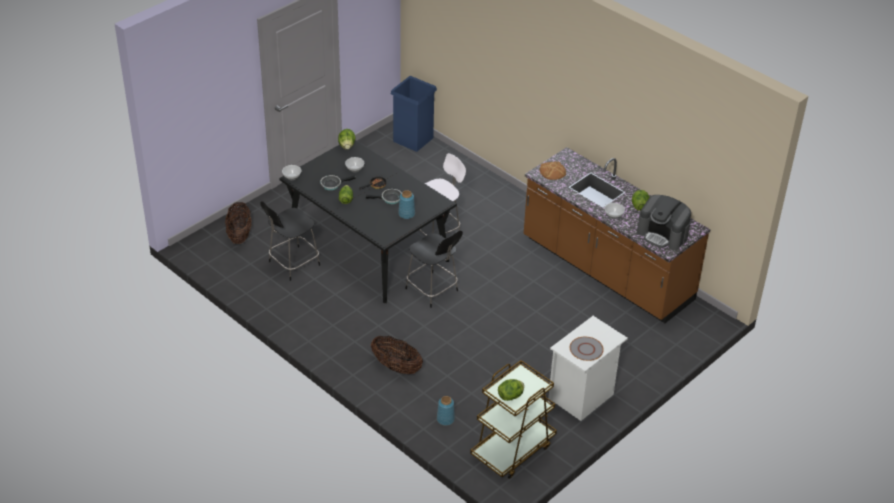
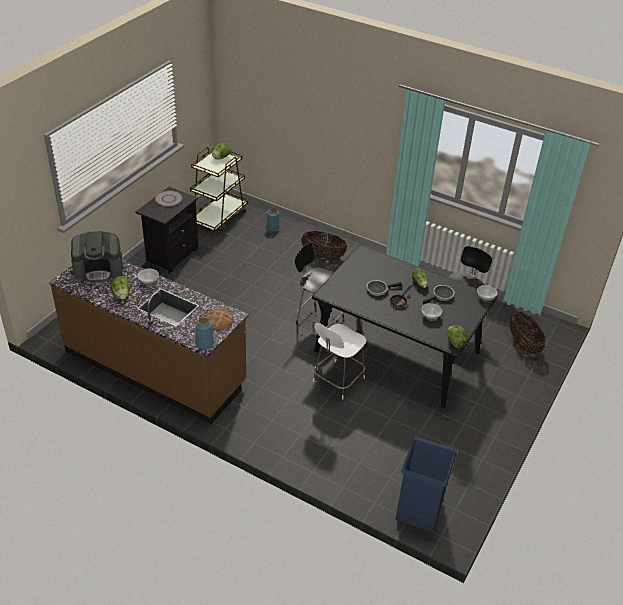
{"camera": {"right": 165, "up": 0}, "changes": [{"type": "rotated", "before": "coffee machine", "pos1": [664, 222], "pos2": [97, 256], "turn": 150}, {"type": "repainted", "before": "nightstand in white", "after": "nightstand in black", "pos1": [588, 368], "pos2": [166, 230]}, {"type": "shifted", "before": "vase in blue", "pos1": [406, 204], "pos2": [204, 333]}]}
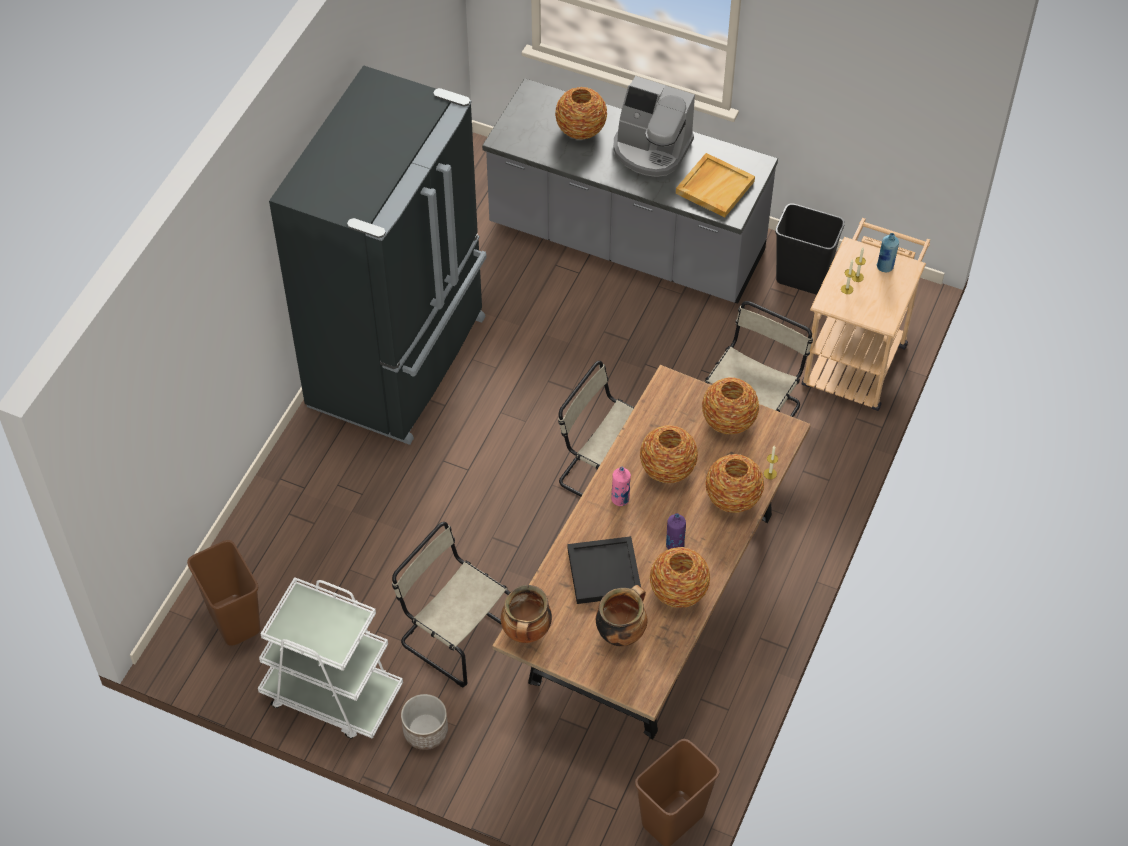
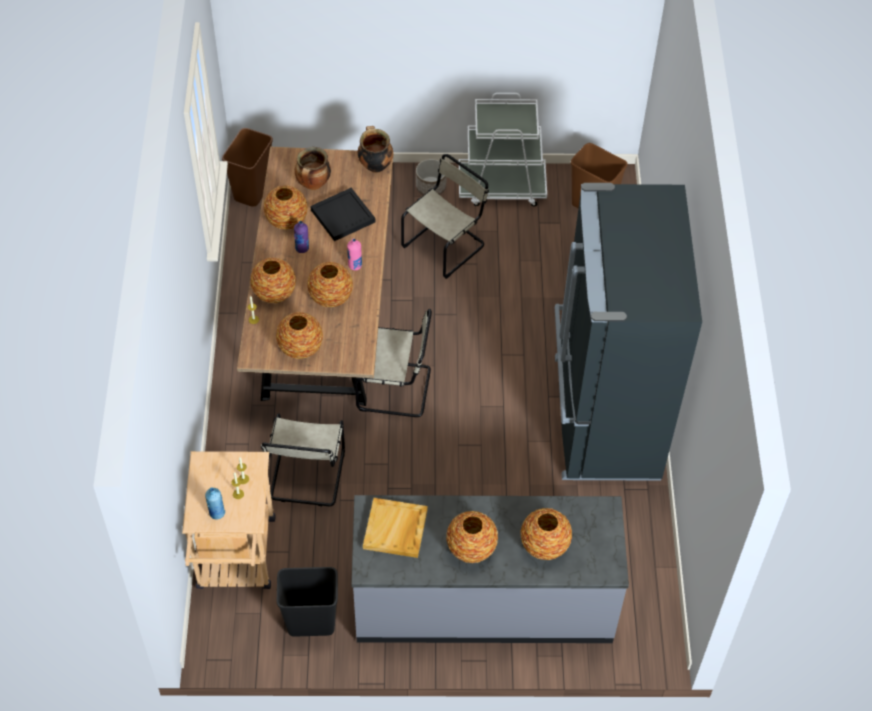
{"camera": {"right": 155, "up": 0}, "changes": [{"type": "rotated", "before": "chair in beige", "pos1": [451, 605], "pos2": [445, 216], "turn": -60}, {"type": "swapped", "before": "coffee machine", "after": "vase", "pos1": [654, 126], "pos2": [472, 537]}]}
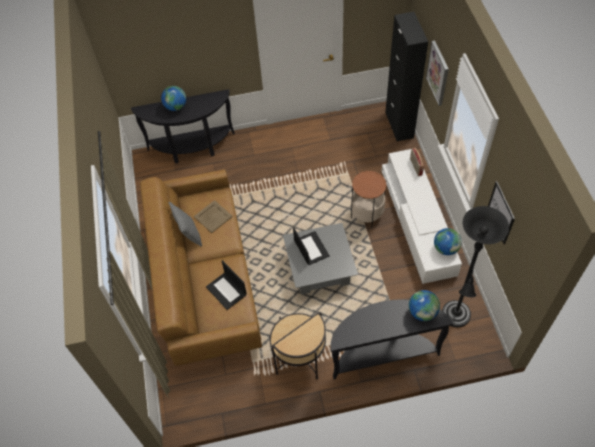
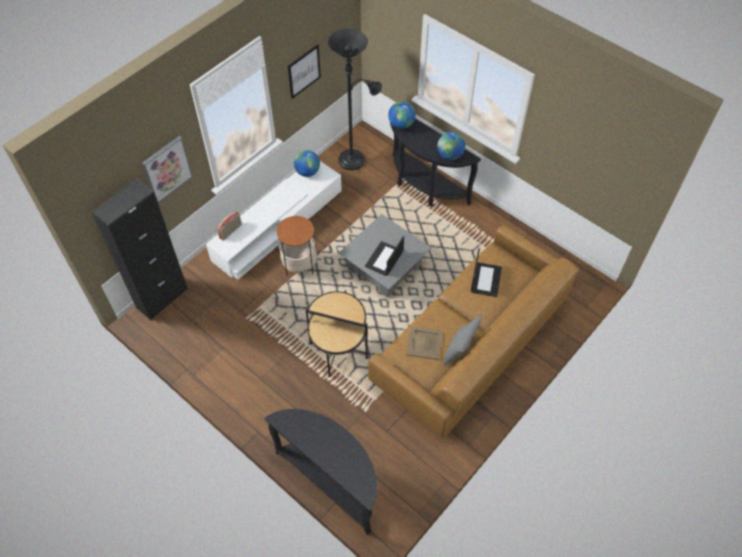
{"camera": {"right": -130, "up": 0}, "changes": [{"type": "shifted", "before": "side table", "pos1": [297, 345], "pos2": [336, 333]}, {"type": "shifted", "before": "globe", "pos1": [173, 98], "pos2": [451, 146]}]}
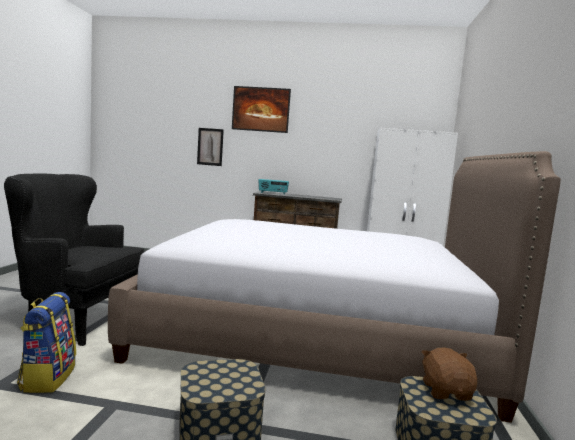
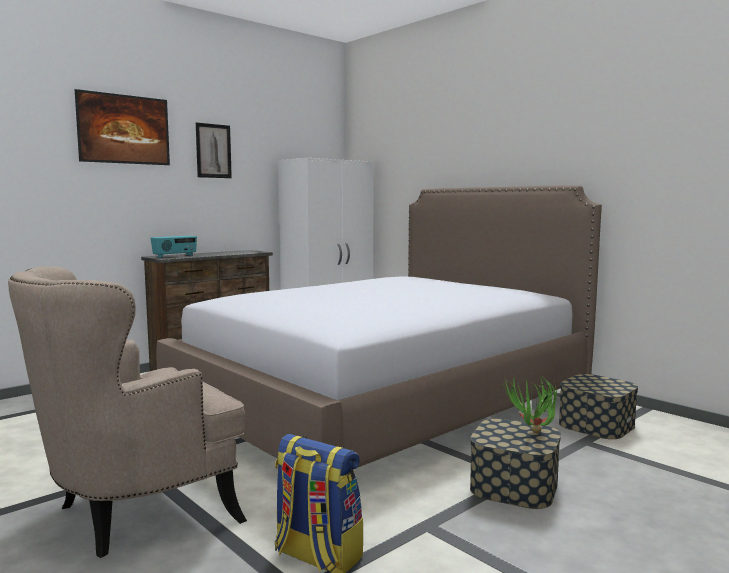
{"camera": {"right": -50, "up": 0}, "changes": [{"type": "repainted", "before": "armchair in black", "after": "armchair in beige", "pos1": [74, 260], "pos2": [127, 412]}, {"type": "shifted", "before": "picture", "pos1": [210, 147], "pos2": [214, 150]}, {"type": "new", "after": "potted plant", "pos2": [530, 405]}, {"type": "gone", "before": "plush toy in brown", "pos1": [449, 374]}]}
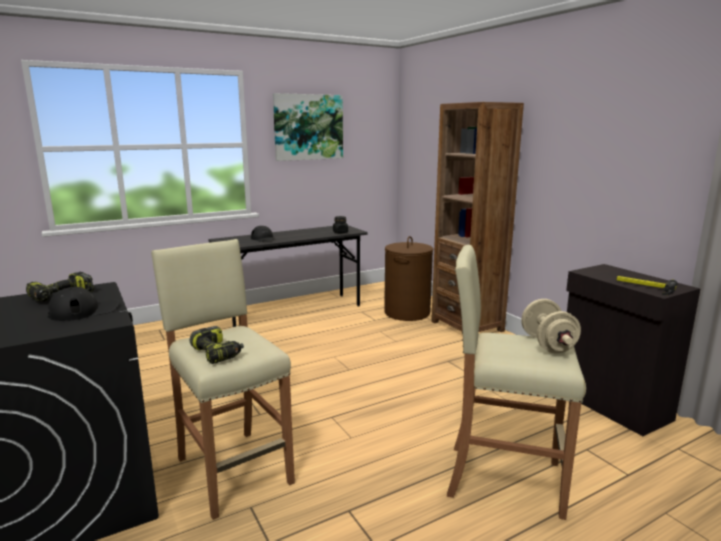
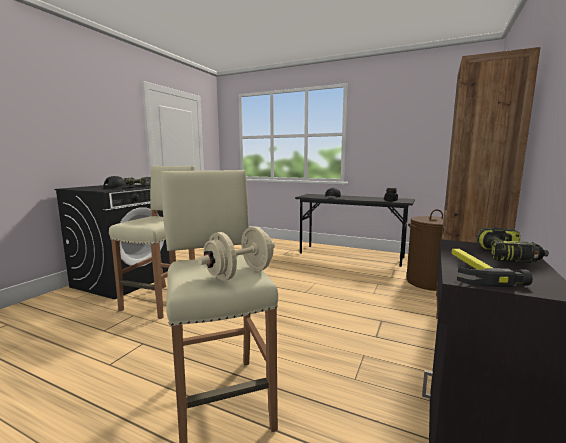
{"camera": {"right": 55, "up": -5}, "changes": [{"type": "shifted", "before": "power drill", "pos1": [217, 345], "pos2": [512, 245]}, {"type": "gone", "before": "picture", "pos1": [308, 127]}]}
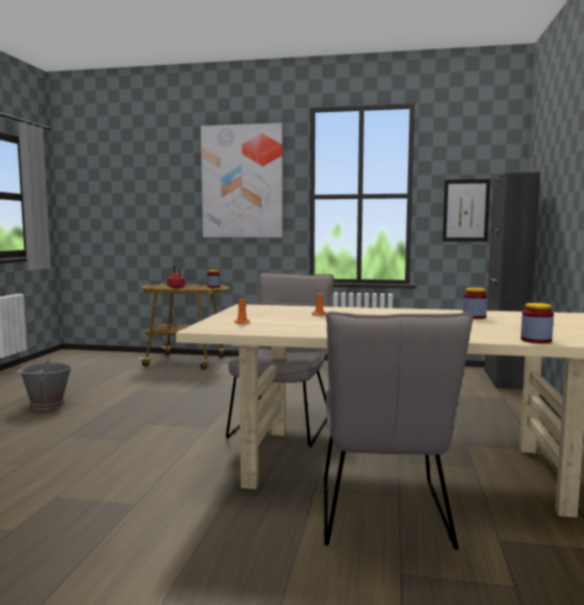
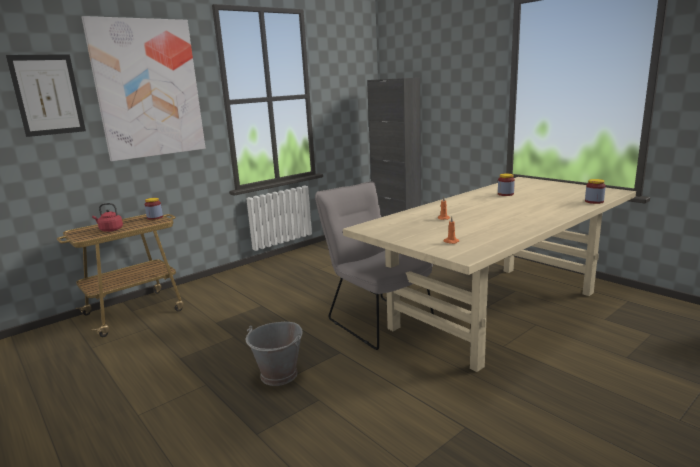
{"camera": {"right": -50, "up": 10}, "changes": [{"type": "shifted", "before": "picture", "pos1": [466, 210], "pos2": [46, 95]}, {"type": "shifted", "before": "bucket in grey", "pos1": [45, 384], "pos2": [274, 354]}, {"type": "gone", "before": "chair in grey", "pos1": [398, 430]}]}
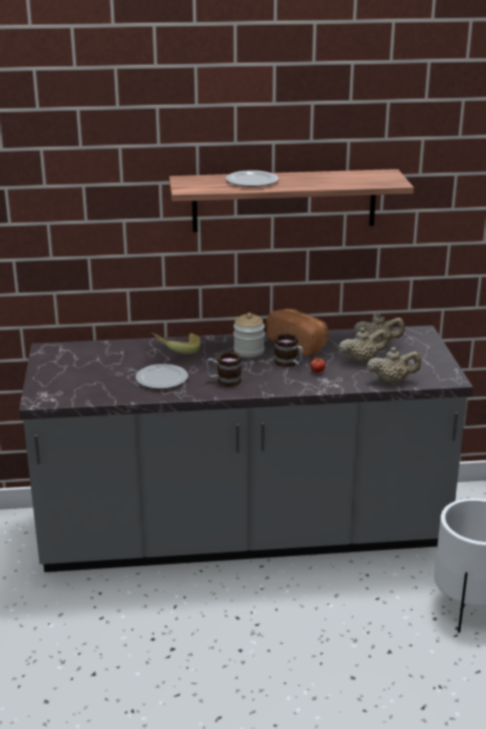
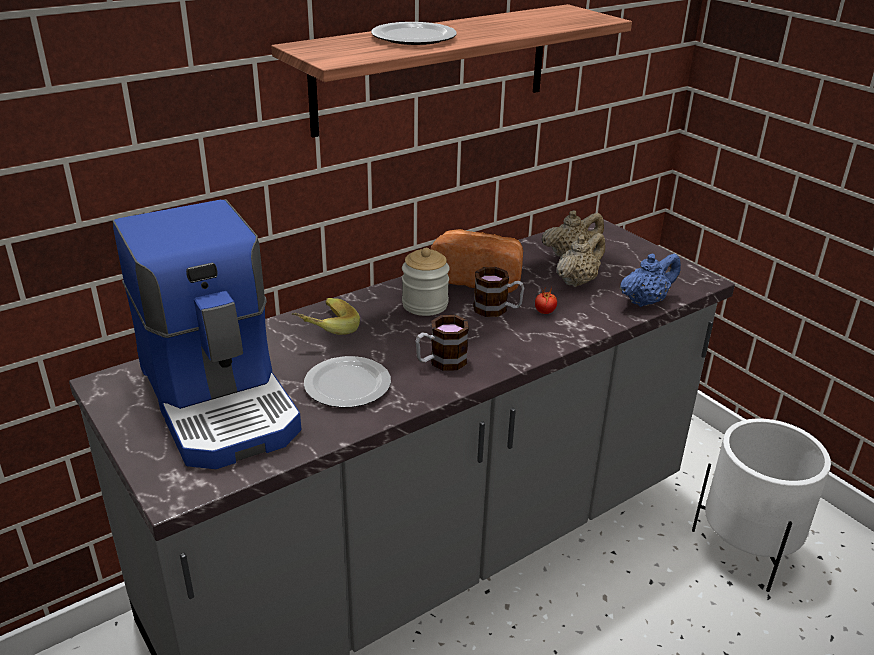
{"camera": {"right": -30, "up": 5}, "changes": [{"type": "new", "after": "coffee machine", "pos2": [206, 334]}, {"type": "repainted", "before": "teapot in beige", "after": "teapot in blue", "pos1": [394, 365], "pos2": [650, 280]}]}
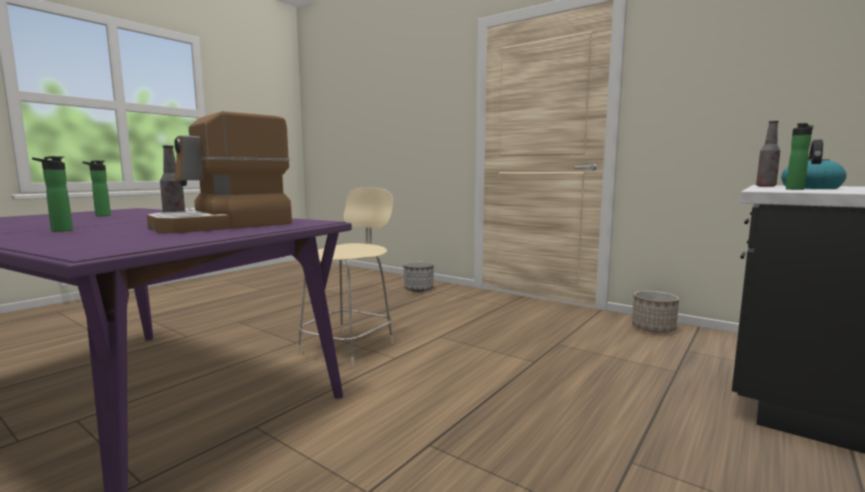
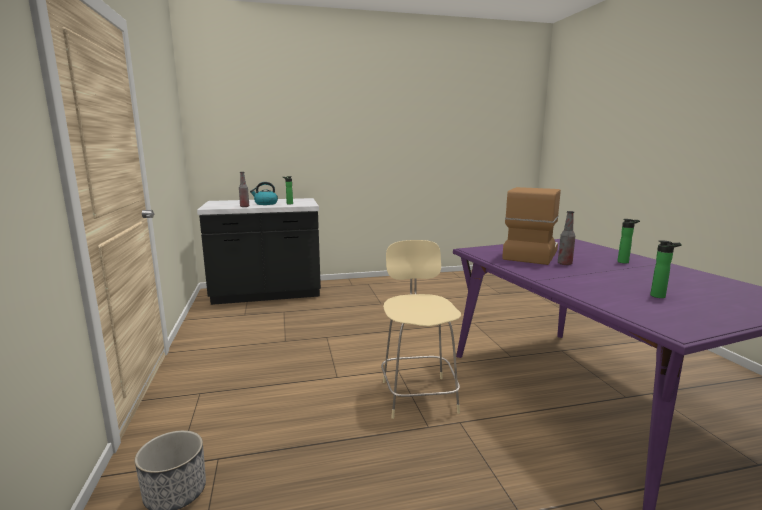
{"camera": {"right": -140, "up": 5}, "changes": [{"type": "rotated", "before": "chair in beige", "pos1": [345, 278], "pos2": [421, 329], "turn": 105}, {"type": "rotated", "before": "coffee machine", "pos1": [219, 172], "pos2": [531, 226], "turn": -60}, {"type": "gone", "before": "planter", "pos1": [655, 312]}]}
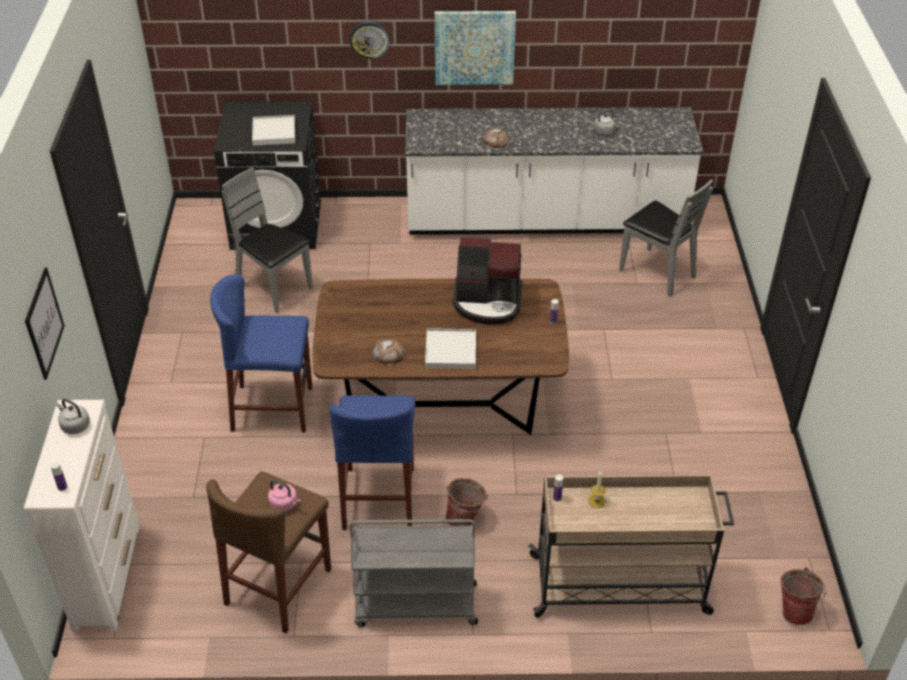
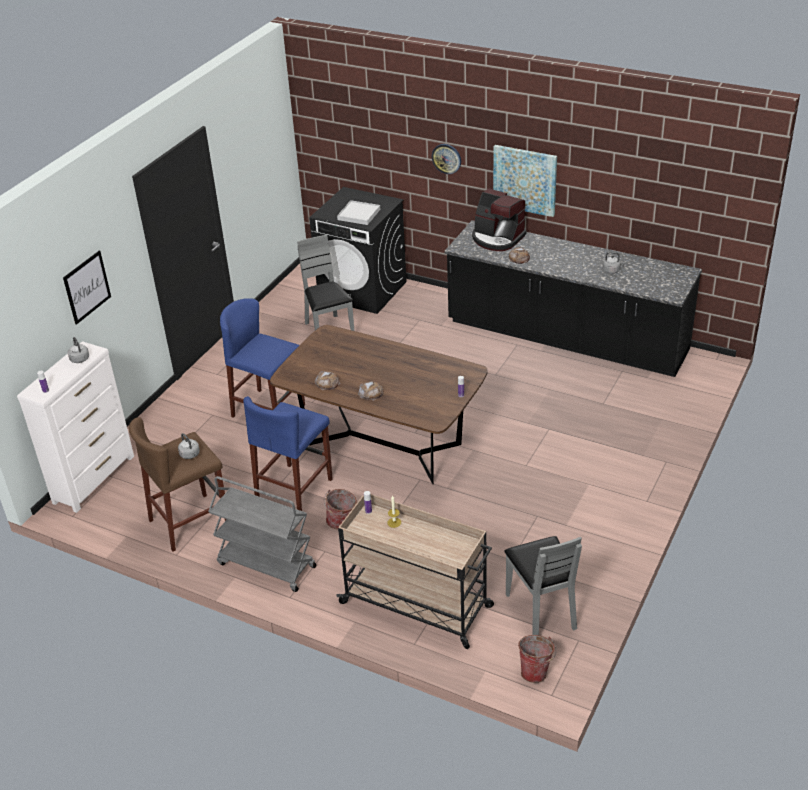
{"camera": {"right": 30, "up": -5}, "changes": [{"type": "repainted", "before": "kettle in pink", "after": "kettle in grey", "pos1": [284, 495], "pos2": [189, 446]}, {"type": "swapped", "before": "tray in white", "after": "bread", "pos1": [450, 348], "pos2": [371, 390]}, {"type": "repainted", "before": "counter in white", "after": "counter in black", "pos1": [554, 171], "pos2": [573, 298]}, {"type": "shifted", "before": "coffee machine", "pos1": [487, 281], "pos2": [499, 219]}, {"type": "shifted", "before": "chair in grey", "pos1": [666, 238], "pos2": [543, 585]}]}
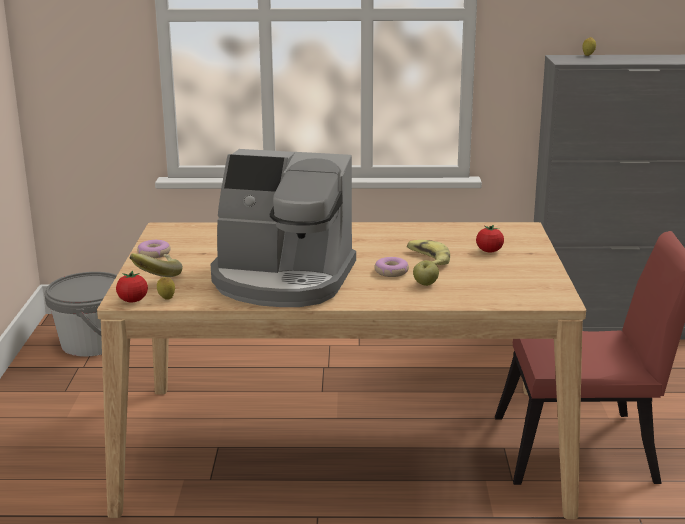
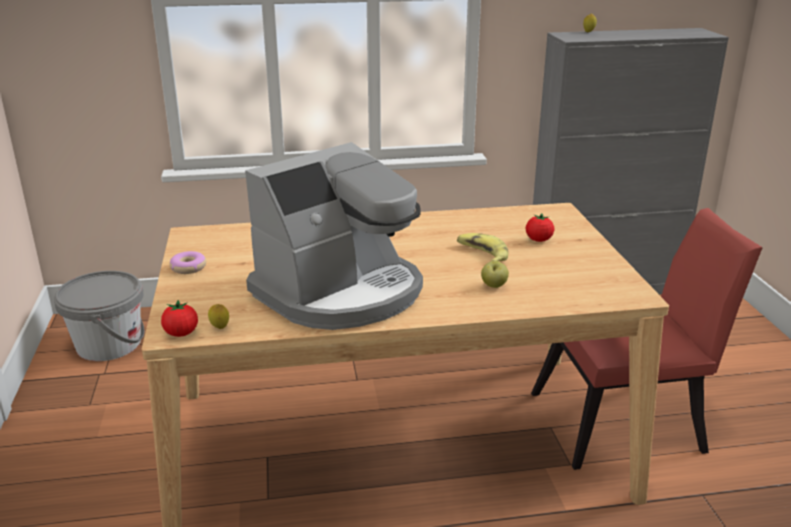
{"camera": {"right": -10, "up": 5}, "changes": [{"type": "rotated", "before": "coffee machine", "pos1": [283, 228], "pos2": [334, 236], "turn": -45}, {"type": "gone", "before": "banana", "pos1": [156, 265]}, {"type": "gone", "before": "donut", "pos1": [391, 267]}]}
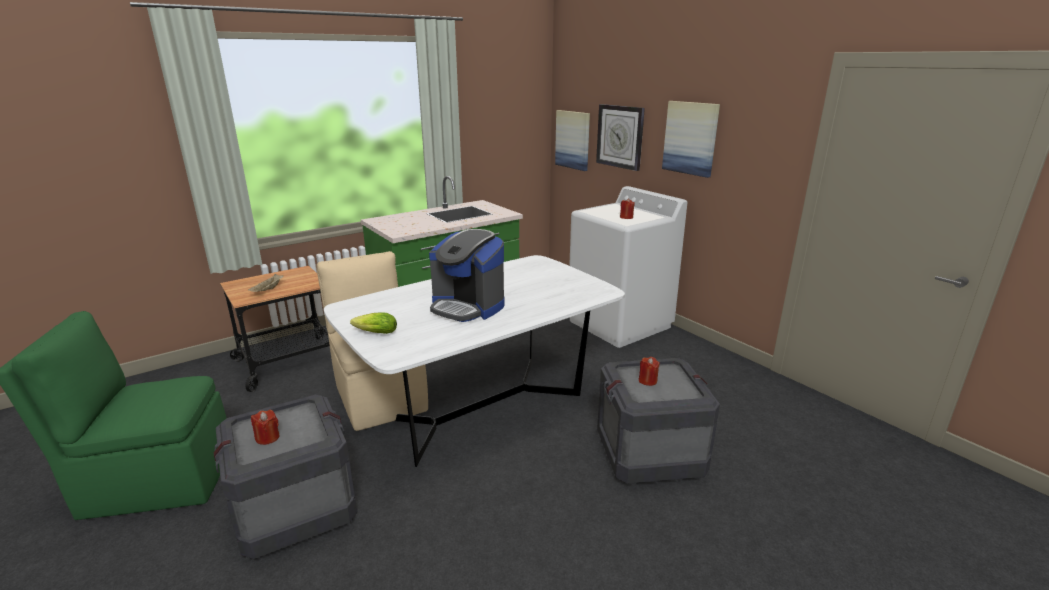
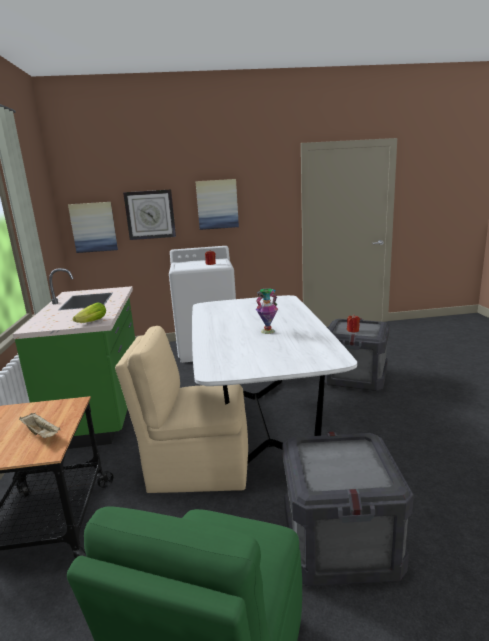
{"camera": {"right": -60, "up": -5}, "changes": [{"type": "shifted", "before": "lettuce", "pos1": [373, 323], "pos2": [89, 313]}, {"type": "swapped", "before": "coffee machine", "after": "vase", "pos1": [467, 275], "pos2": [267, 311]}, {"type": "gone", "before": "candle in red", "pos1": [265, 427]}]}
